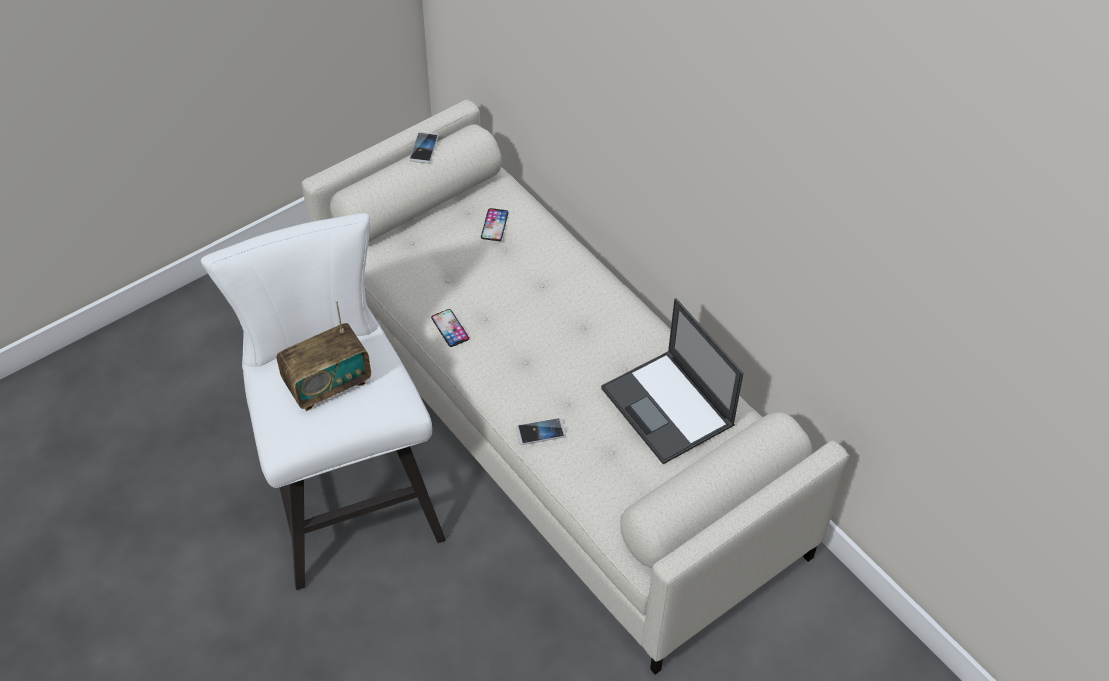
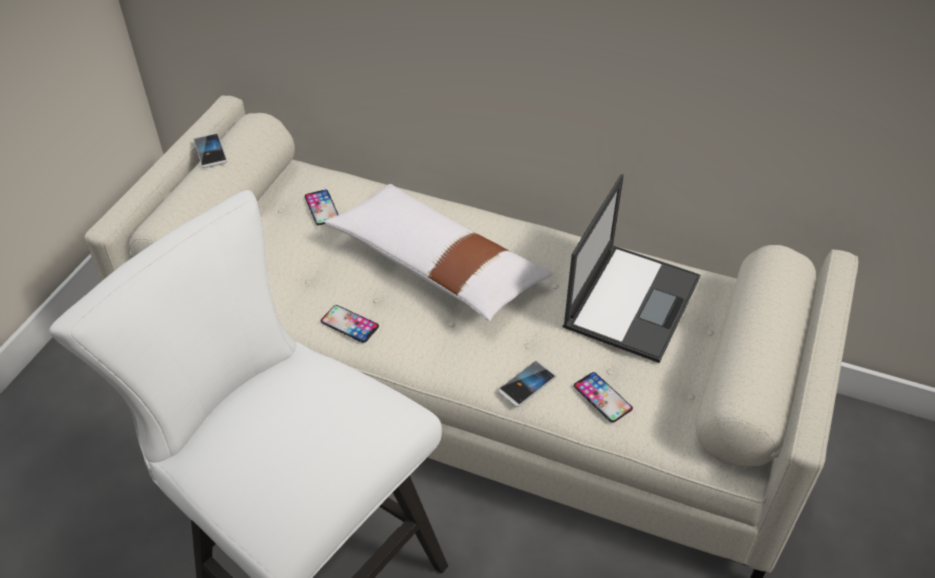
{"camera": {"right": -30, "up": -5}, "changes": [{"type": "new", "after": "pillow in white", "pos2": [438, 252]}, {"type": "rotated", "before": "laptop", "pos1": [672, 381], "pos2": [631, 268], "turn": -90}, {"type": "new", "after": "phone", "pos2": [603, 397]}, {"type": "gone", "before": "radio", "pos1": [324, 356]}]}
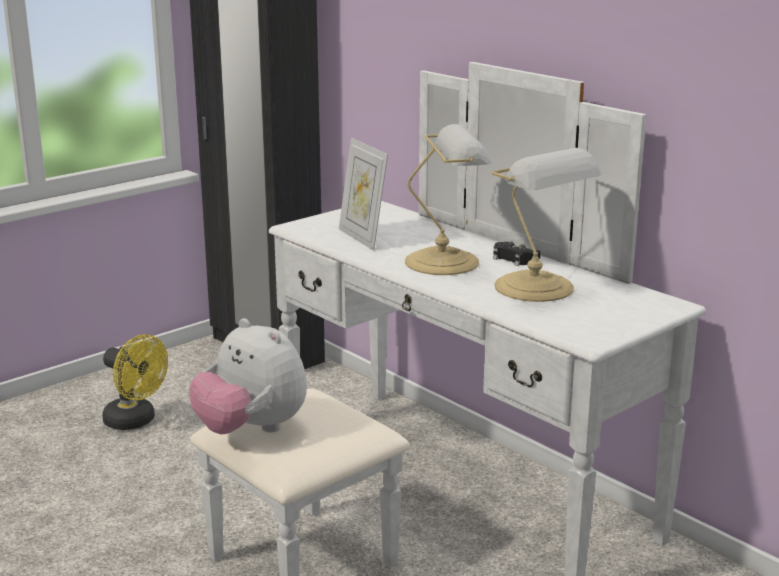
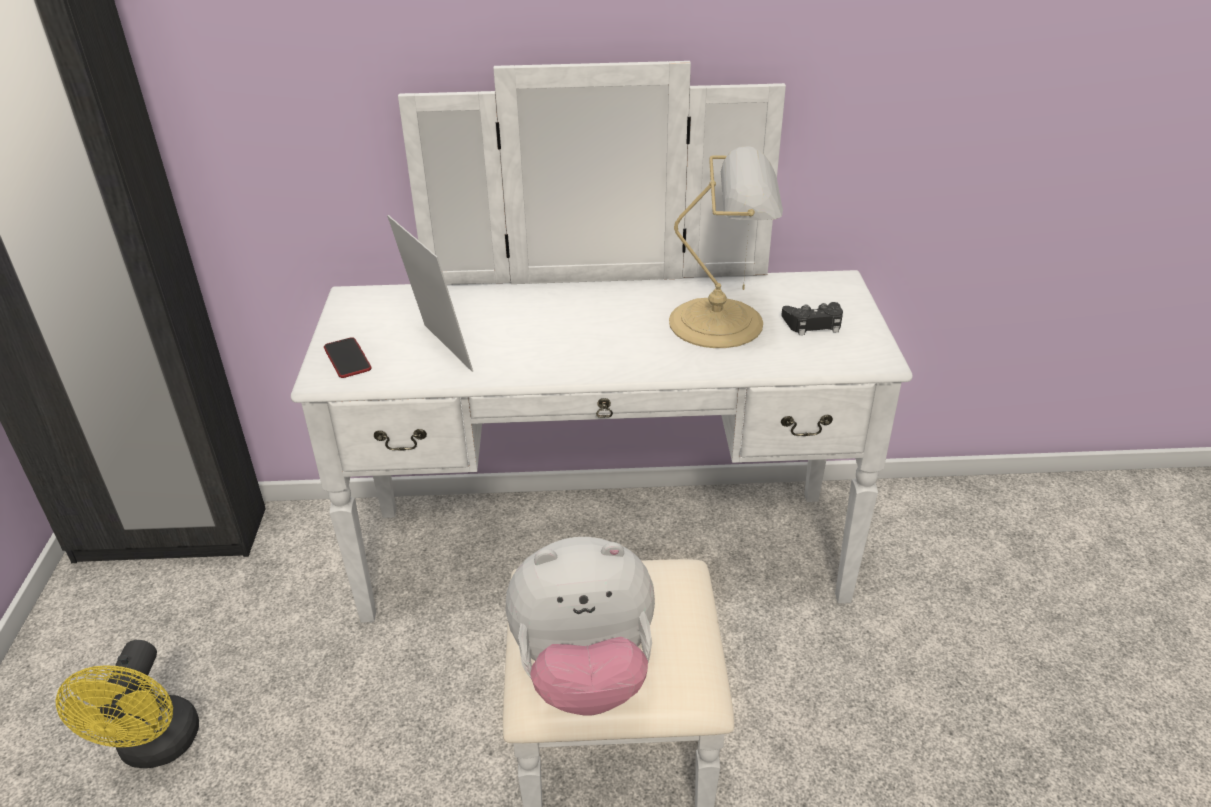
{"camera": {"right": -50, "up": 15}, "changes": [{"type": "rotated", "before": "fan in yellow", "pos1": [135, 382], "pos2": [127, 704], "turn": 105}, {"type": "new", "after": "phone", "pos2": [347, 357]}, {"type": "rotated", "before": "picture frame", "pos1": [363, 194], "pos2": [430, 293], "turn": -135}, {"type": "shifted", "before": "game controller in black", "pos1": [517, 253], "pos2": [812, 318]}, {"type": "gone", "before": "table lamp", "pos1": [448, 199]}]}
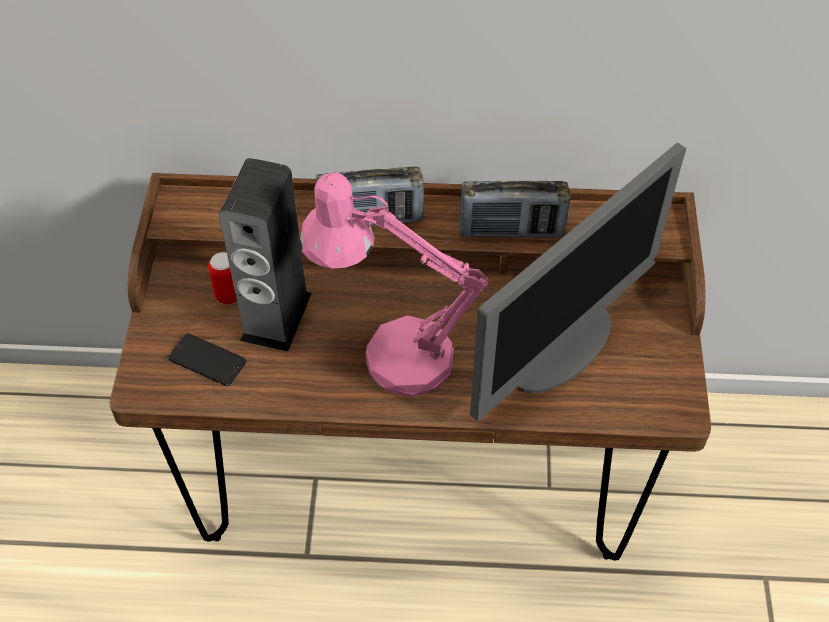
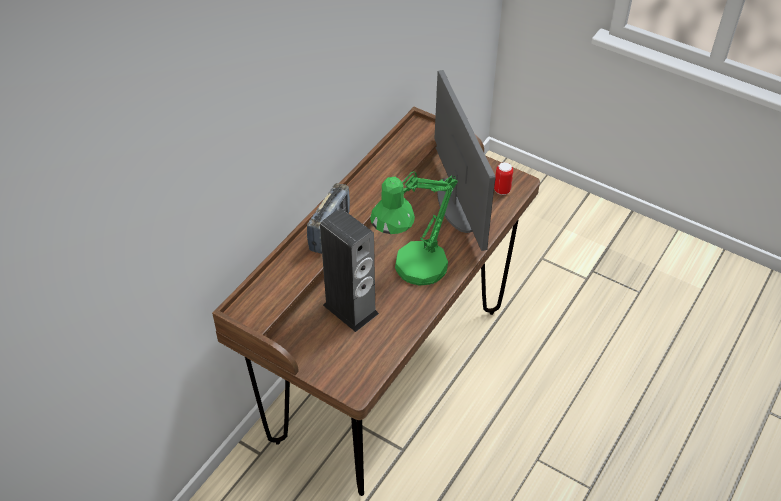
{"camera": {"right": -60, "up": -5}, "changes": [{"type": "repainted", "before": "table lamp in pink", "after": "table lamp in green", "pos1": [394, 284], "pos2": [414, 228]}, {"type": "shifted", "before": "can", "pos1": [222, 278], "pos2": [503, 178]}, {"type": "gone", "before": "phone", "pos1": [207, 359]}, {"type": "gone", "before": "radio", "pos1": [515, 209]}]}
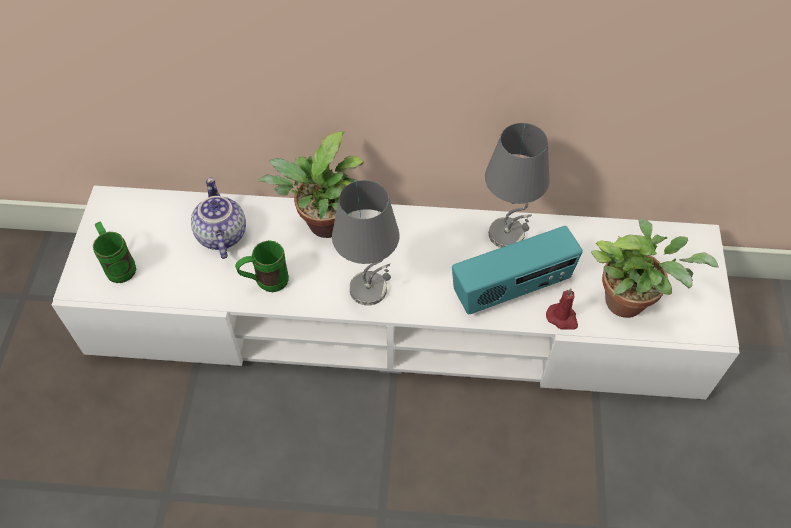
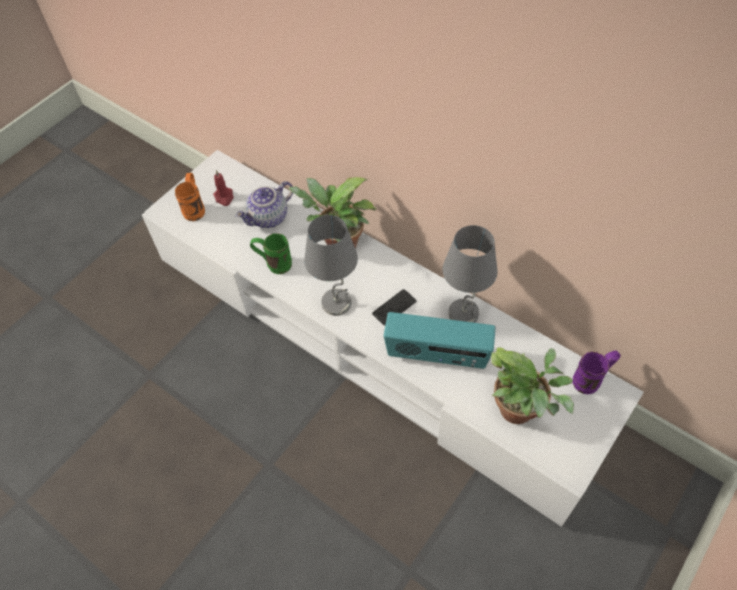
{"camera": {"right": 35, "up": 0}, "changes": [{"type": "repainted", "before": "mug in green", "after": "mug in orange", "pos1": [114, 252], "pos2": [190, 197]}, {"type": "shifted", "before": "candle in red", "pos1": [562, 309], "pos2": [223, 188]}, {"type": "rotated", "before": "teapot", "pos1": [218, 218], "pos2": [264, 204], "turn": -150}, {"type": "new", "after": "phone", "pos2": [394, 307]}, {"type": "new", "after": "mug in purple", "pos2": [597, 372]}]}
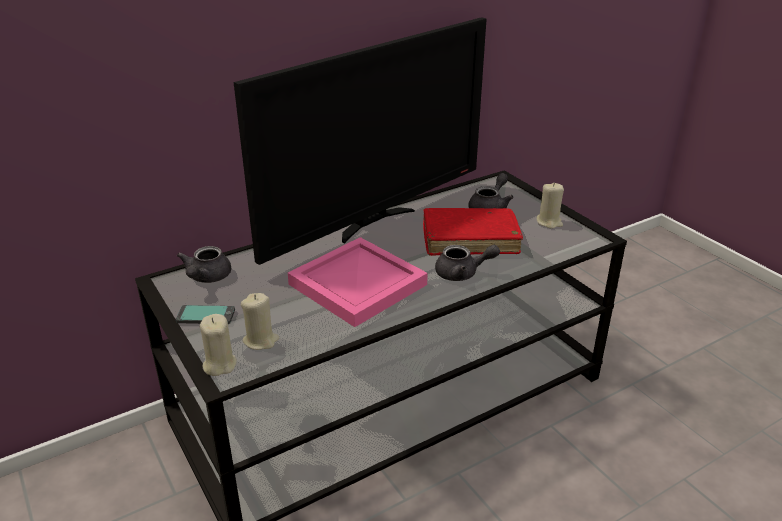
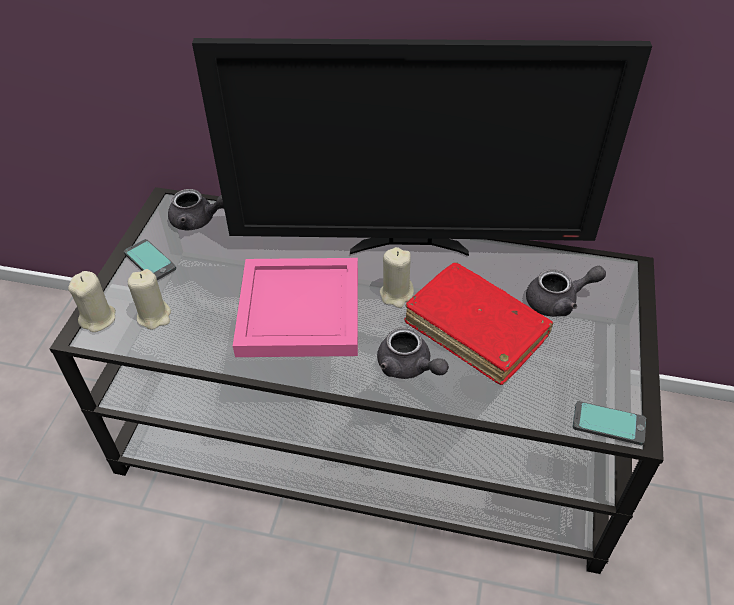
{"camera": {"right": 45, "up": 15}, "changes": [{"type": "rotated", "before": "teapot in grey", "pos1": [204, 264], "pos2": [196, 210], "turn": -135}, {"type": "shifted", "before": "candle in beige", "pos1": [550, 205], "pos2": [396, 277]}, {"type": "new", "after": "phone", "pos2": [609, 423]}]}
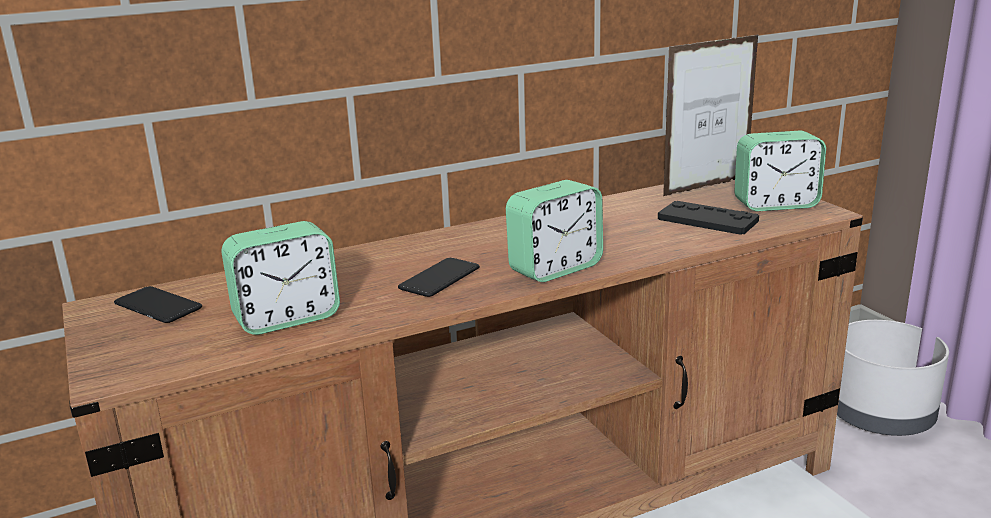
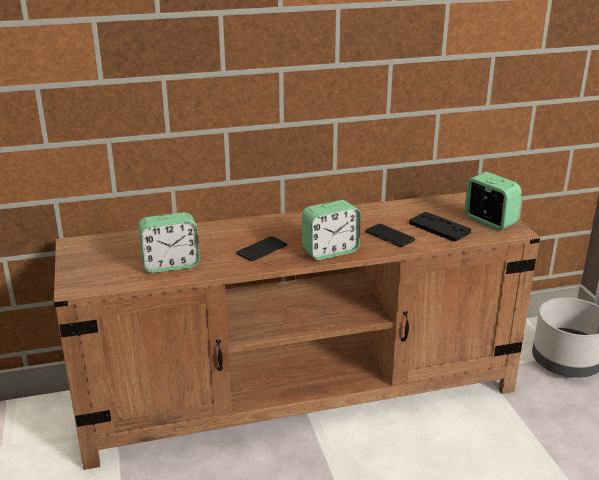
{"camera": {"right": 10, "up": 5}, "changes": [{"type": "shifted", "before": "phone", "pos1": [158, 304], "pos2": [390, 235]}, {"type": "rotated", "before": "alarm clock", "pos1": [780, 171], "pos2": [493, 201], "turn": -135}, {"type": "gone", "before": "picture frame", "pos1": [711, 115]}]}
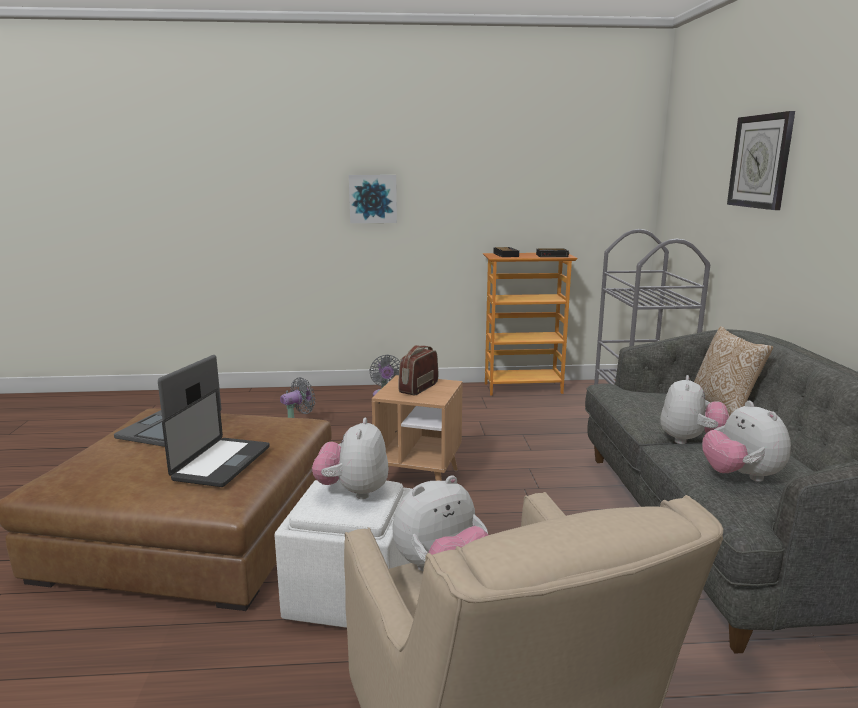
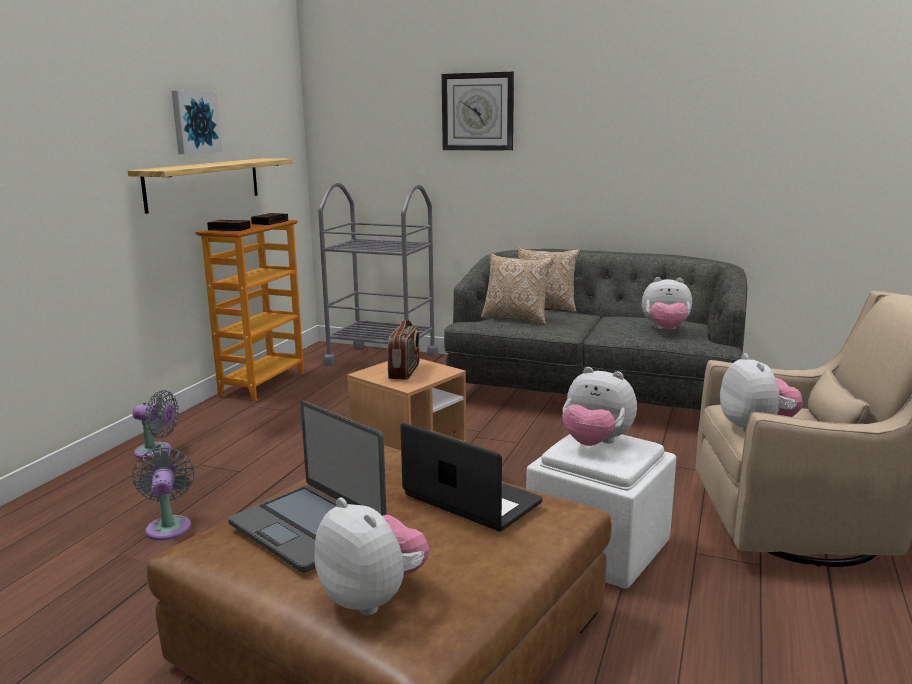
{"camera": {"right": -65, "up": 0}, "changes": [{"type": "new", "after": "shelf", "pos2": [210, 186]}, {"type": "shifted", "before": "picture", "pos1": [373, 199], "pos2": [196, 122]}, {"type": "shifted", "before": "plush toy", "pos1": [694, 409], "pos2": [372, 556]}, {"type": "rotated", "before": "radio", "pos1": [418, 370], "pos2": [404, 350], "turn": -135}, {"type": "new", "after": "pillow", "pos2": [517, 289]}]}
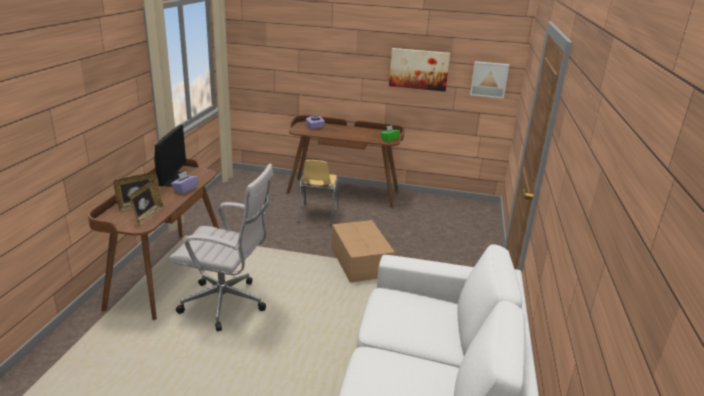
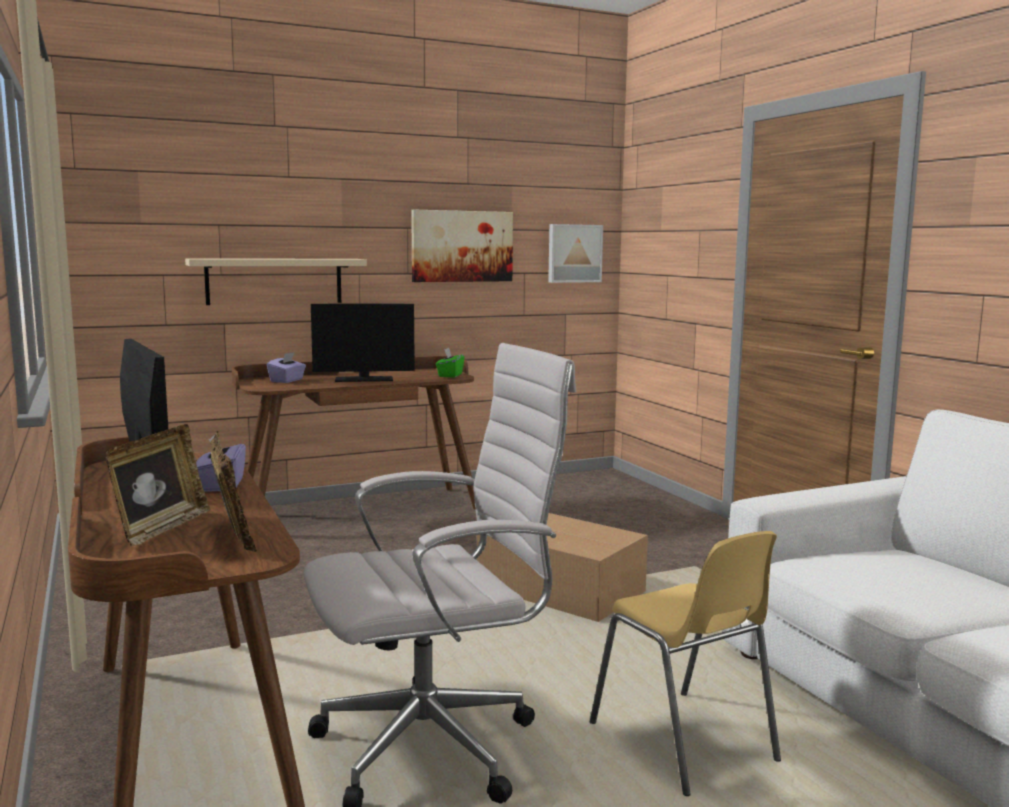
{"camera": {"right": -35, "up": -15}, "changes": [{"type": "new", "after": "shelf in beige", "pos2": [276, 281]}, {"type": "new", "after": "monitor", "pos2": [363, 343]}, {"type": "shifted", "before": "chair in yellow", "pos1": [318, 193], "pos2": [685, 663]}]}
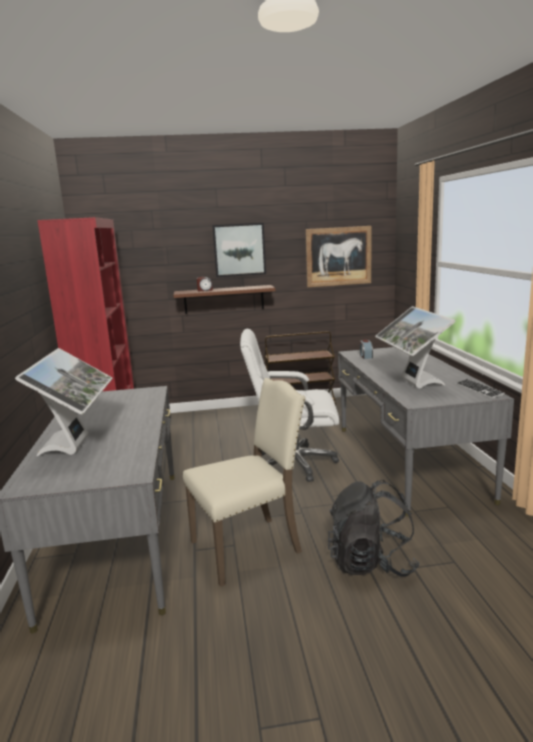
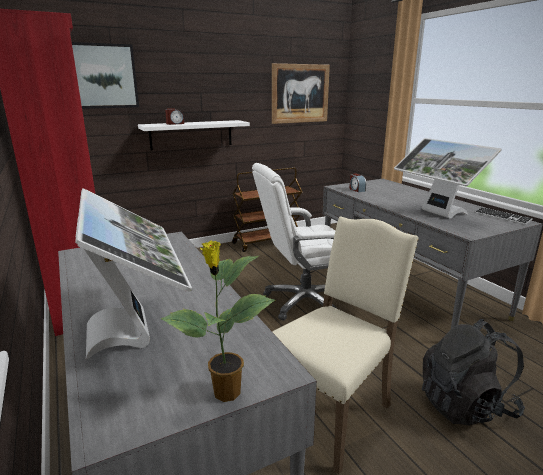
{"camera": {"right": -20, "up": 5}, "changes": [{"type": "shifted", "before": "picture", "pos1": [239, 250], "pos2": [105, 75]}, {"type": "repainted", "before": "shelf in brown", "after": "shelf in white", "pos1": [224, 299], "pos2": [194, 135]}, {"type": "new", "after": "potted plant", "pos2": [217, 321]}]}
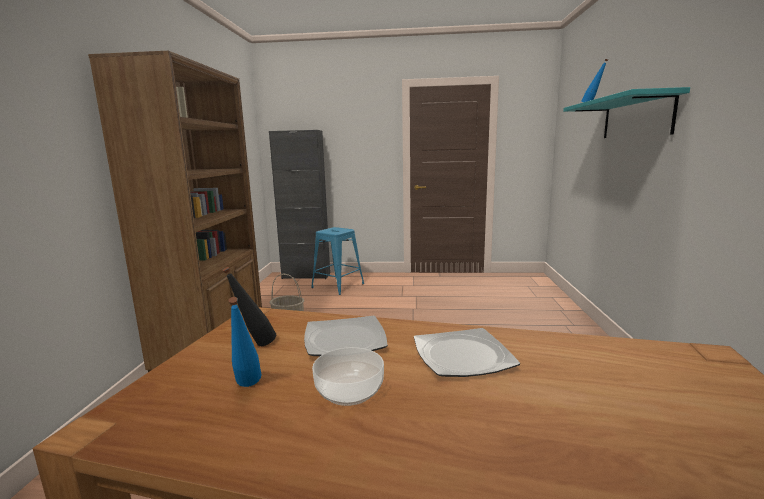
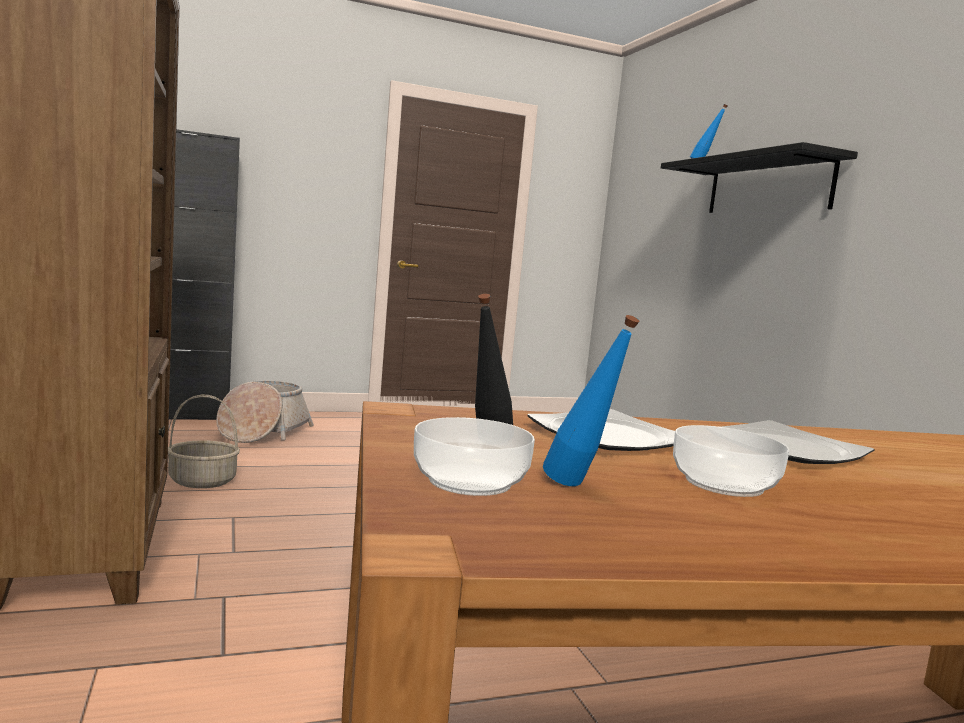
{"camera": {"right": -25, "up": -5}, "changes": [{"type": "swapped", "before": "stool in blue", "after": "basket", "pos1": [337, 261], "pos2": [265, 412]}, {"type": "new", "after": "bowl", "pos2": [474, 456]}, {"type": "repainted", "before": "shelf in turquoise", "after": "shelf in black", "pos1": [626, 112], "pos2": [759, 177]}]}
